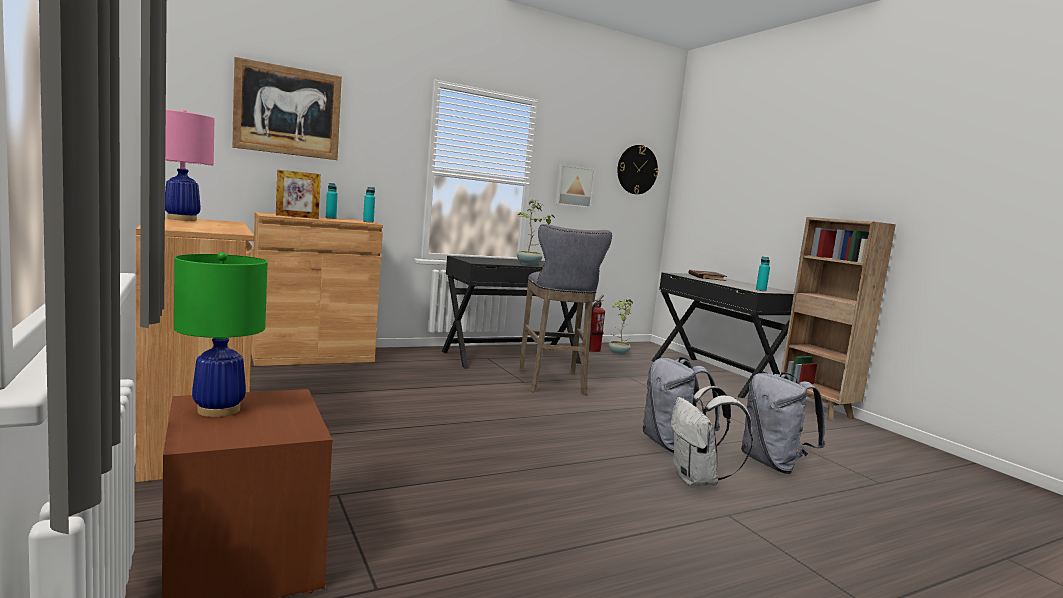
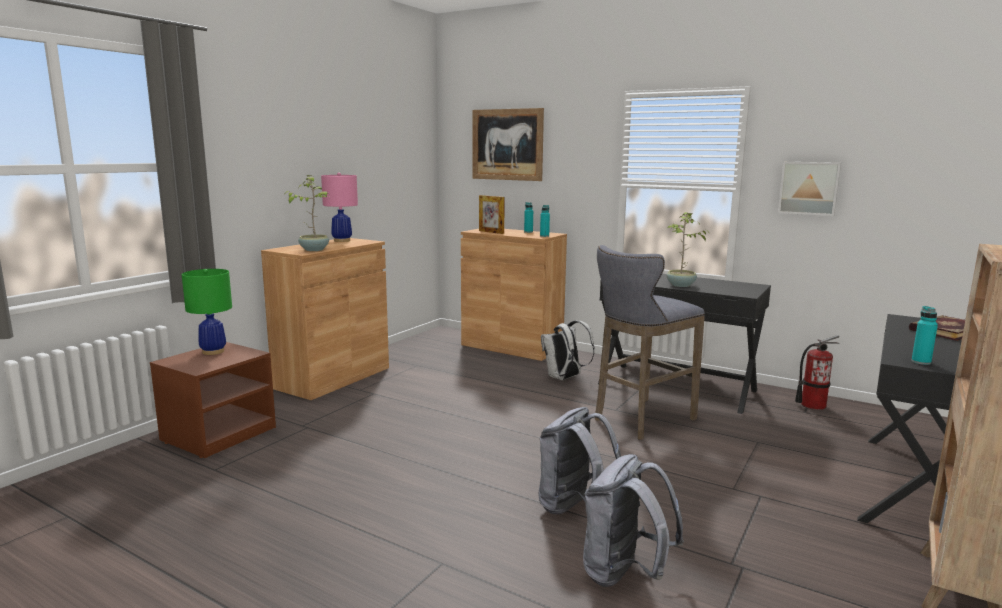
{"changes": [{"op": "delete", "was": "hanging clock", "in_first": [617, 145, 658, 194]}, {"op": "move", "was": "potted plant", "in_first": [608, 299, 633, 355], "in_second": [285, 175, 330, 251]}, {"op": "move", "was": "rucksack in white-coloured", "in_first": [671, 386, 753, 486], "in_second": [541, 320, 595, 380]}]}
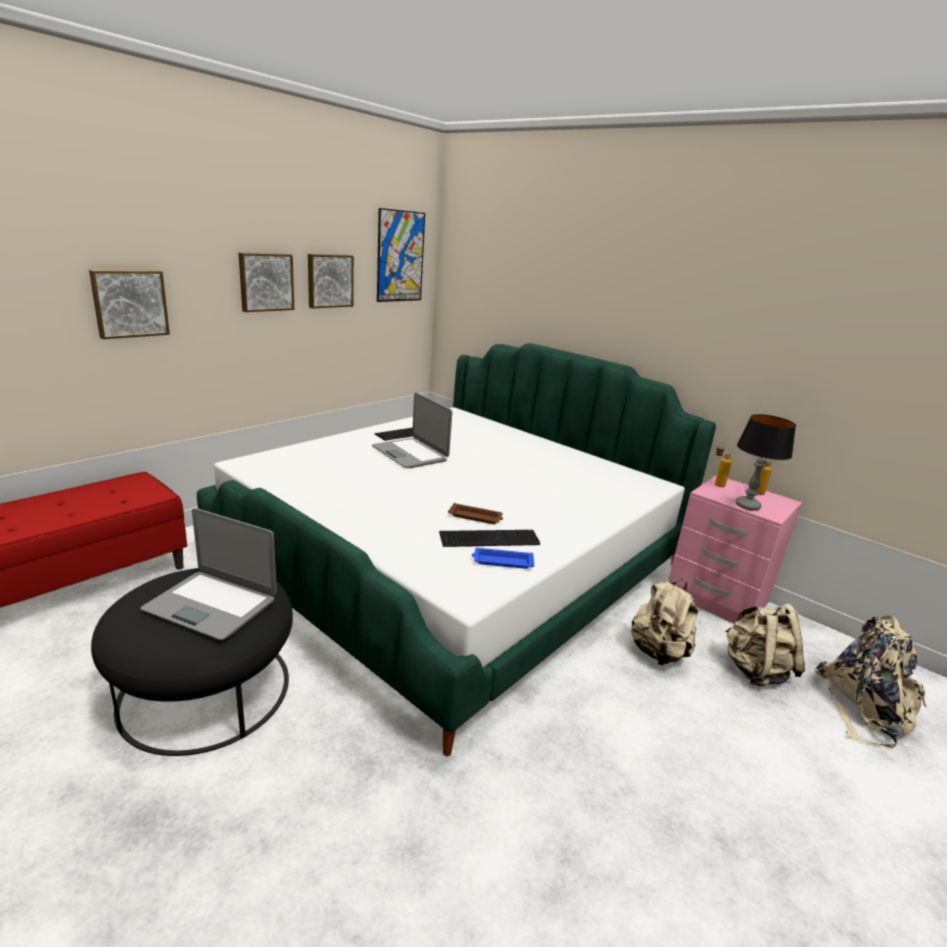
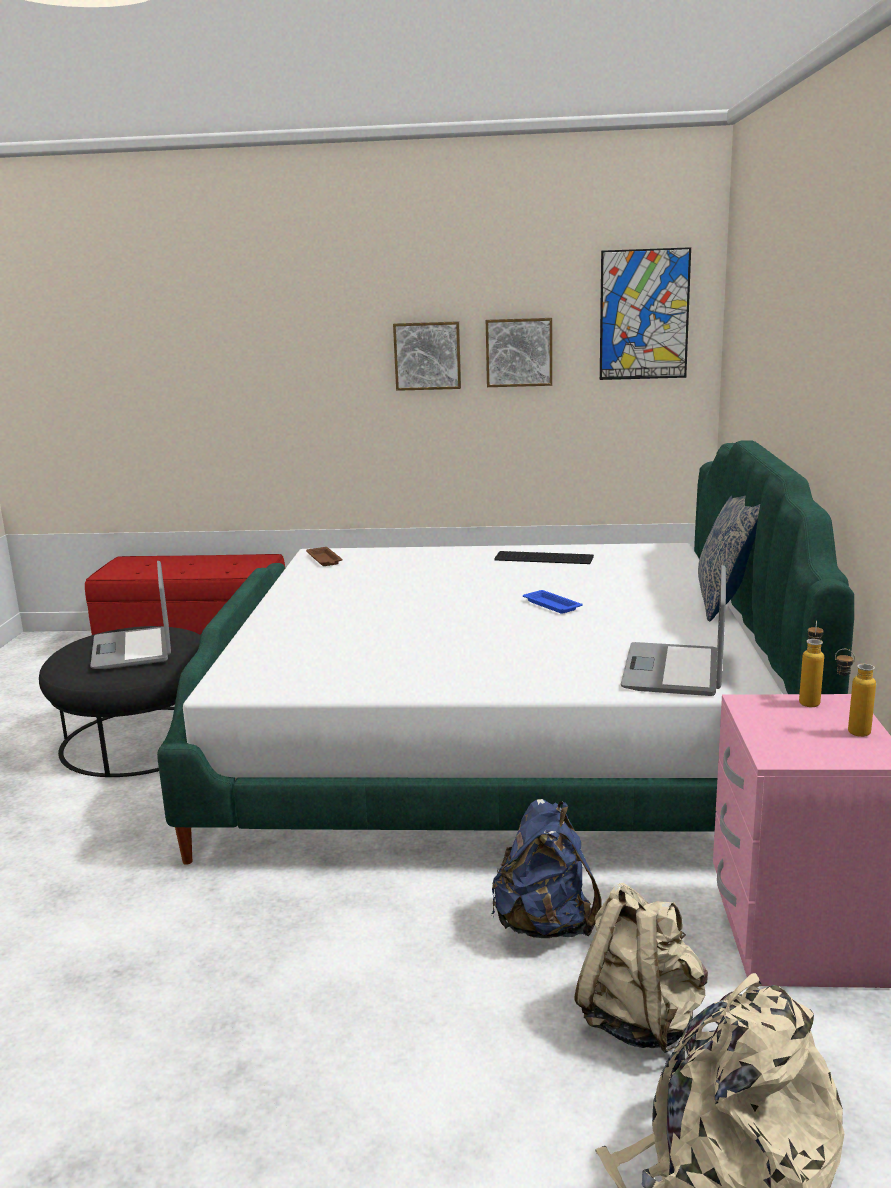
{"changes": [{"op": "delete", "was": "wall art", "in_first": [89, 270, 170, 339]}, {"op": "move", "was": "laptop", "in_first": [372, 393, 452, 468], "in_second": [621, 565, 726, 696]}, {"op": "delete", "was": "lamp for a table", "in_first": [735, 414, 796, 511]}, {"op": "move", "was": "serving tray in brownish", "in_first": [448, 503, 503, 524], "in_second": [306, 547, 342, 566]}, {"op": "delete", "was": "computer keyboard", "in_first": [439, 530, 540, 547]}, {"op": "move", "was": "serving tray in blue-coloured", "in_first": [472, 548, 534, 569], "in_second": [523, 590, 583, 614]}, {"op": "recolor", "was": "rucksack in sand-coloured", "now": "rucksack in blue-coloured", "in_first": [631, 578, 698, 665], "in_second": [492, 799, 602, 938]}, {"op": "insert", "now": "throw pillow", "in_second": [698, 495, 760, 622]}]}
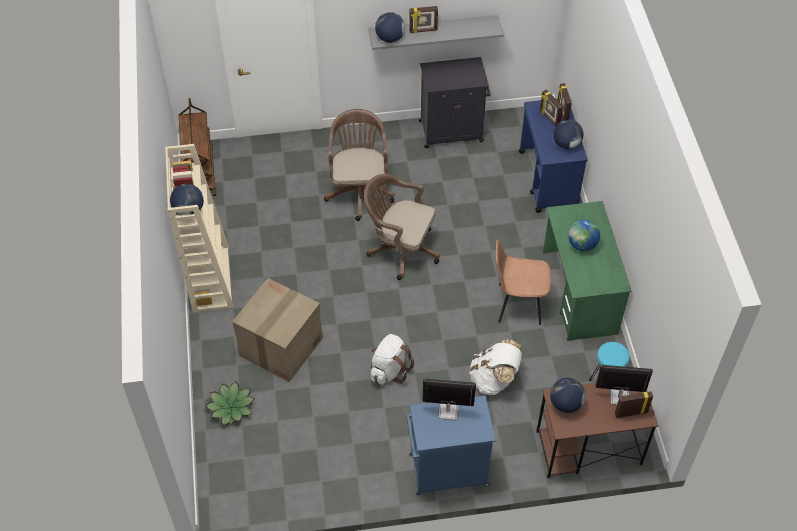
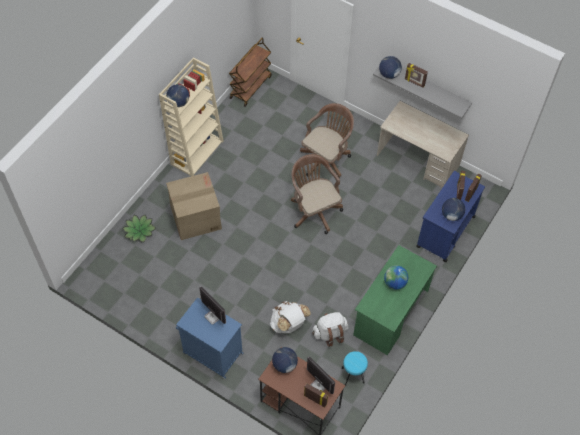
{"changes": [{"op": "replace", "was": "storage cabinet in black-coloured", "now": "desk in sand-coloured", "in_first": [419, 57, 490, 148], "in_second": [377, 101, 469, 188]}, {"op": "delete", "was": "chair in brownish", "in_first": [496, 240, 551, 325]}, {"op": "move", "was": "rucksack in white-coloured", "in_first": [371, 334, 414, 385], "in_second": [312, 312, 348, 347]}]}
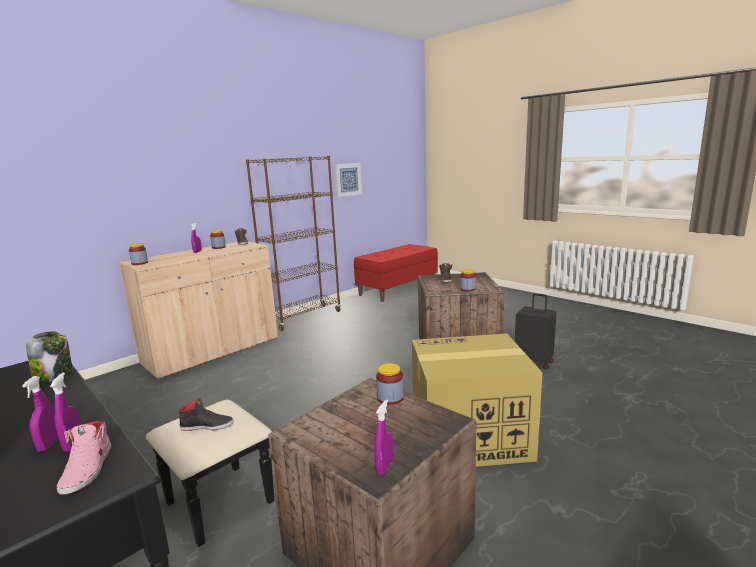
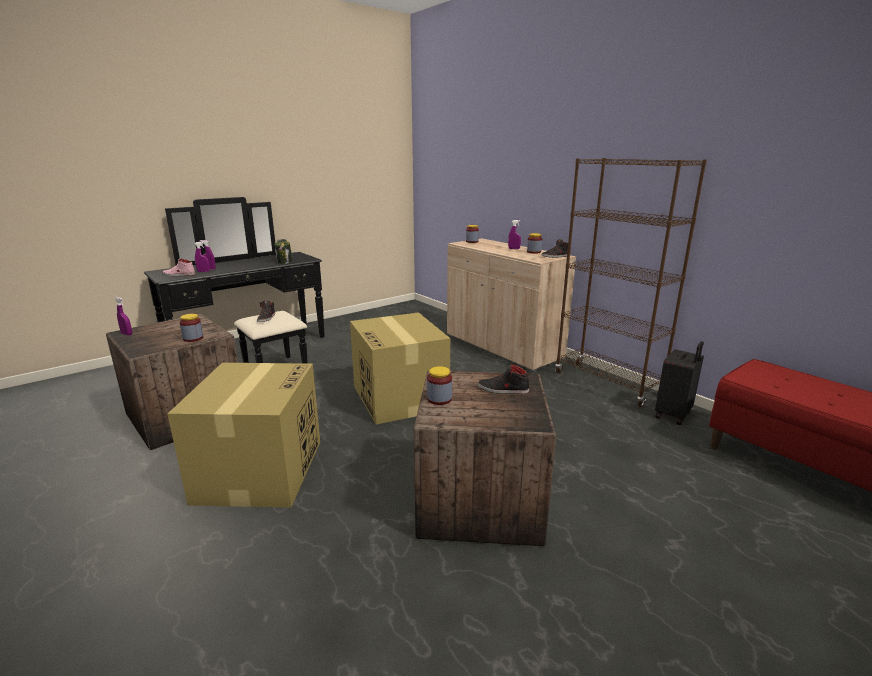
{"changes": [{"op": "delete", "was": "wall art", "in_first": [335, 163, 362, 197]}, {"op": "move", "was": "suitcase in black-coloured", "in_first": [515, 293, 557, 370], "in_second": [655, 341, 704, 425]}, {"op": "insert", "now": "cardboard box", "in_second": [350, 312, 450, 425]}]}
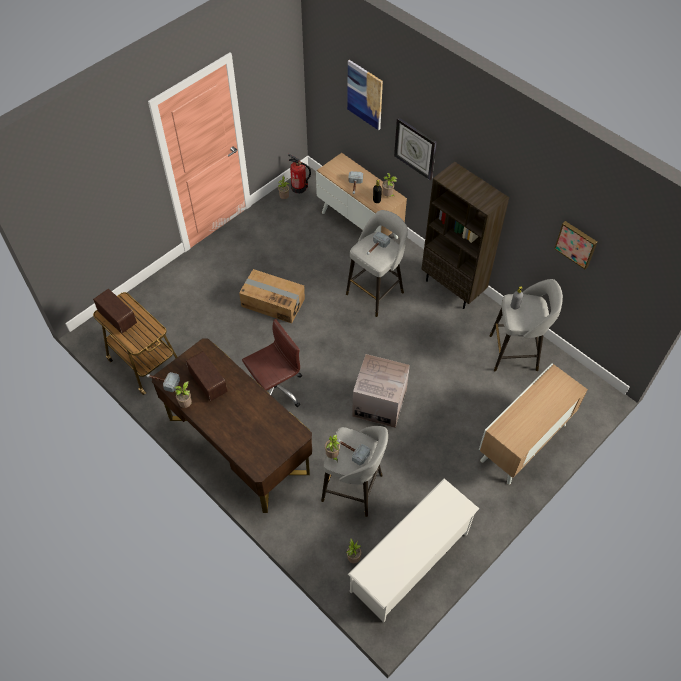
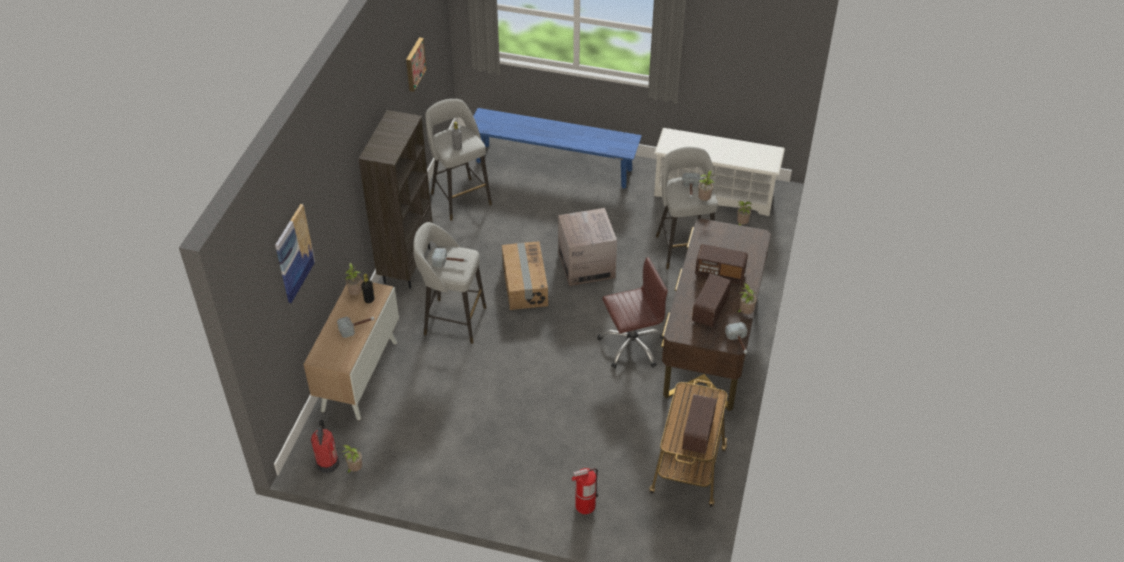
{"changes": [{"op": "delete", "was": "hanging clock", "in_first": [394, 118, 437, 180]}, {"op": "move", "was": "cardboard box", "in_first": [239, 269, 305, 323], "in_second": [502, 241, 548, 310]}, {"op": "rotate", "was": "office chair in brownish", "in_first": [242, 319, 302, 407], "in_second": [597, 257, 668, 368], "clockwise": 135}, {"op": "replace", "was": "storage cabinet", "now": "bench in blue-coloured", "in_first": [479, 364, 588, 485], "in_second": [473, 108, 642, 189]}, {"op": "insert", "now": "radio set", "in_second": [695, 244, 748, 284]}, {"op": "insert", "now": "fire-fighting cylinder", "in_second": [571, 468, 599, 514]}]}
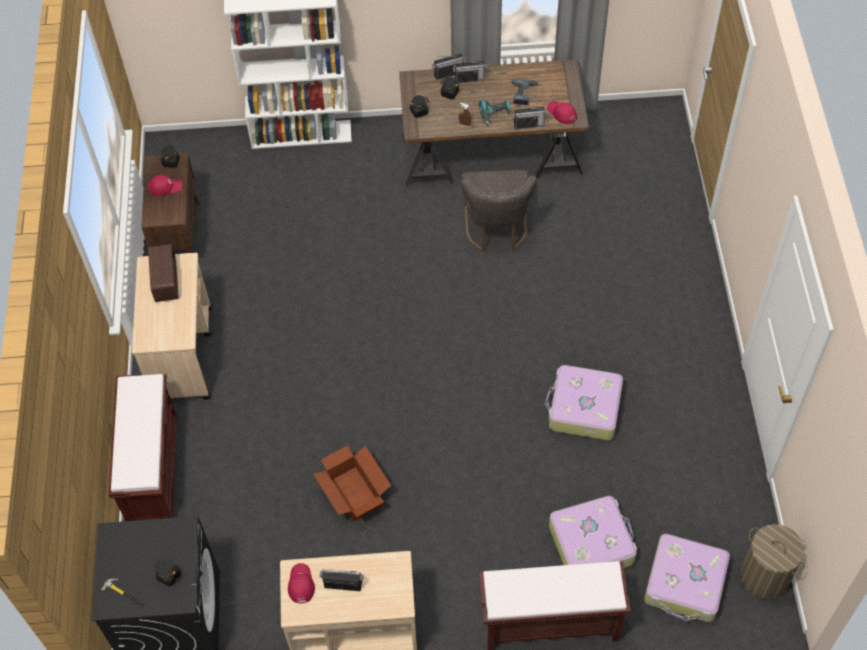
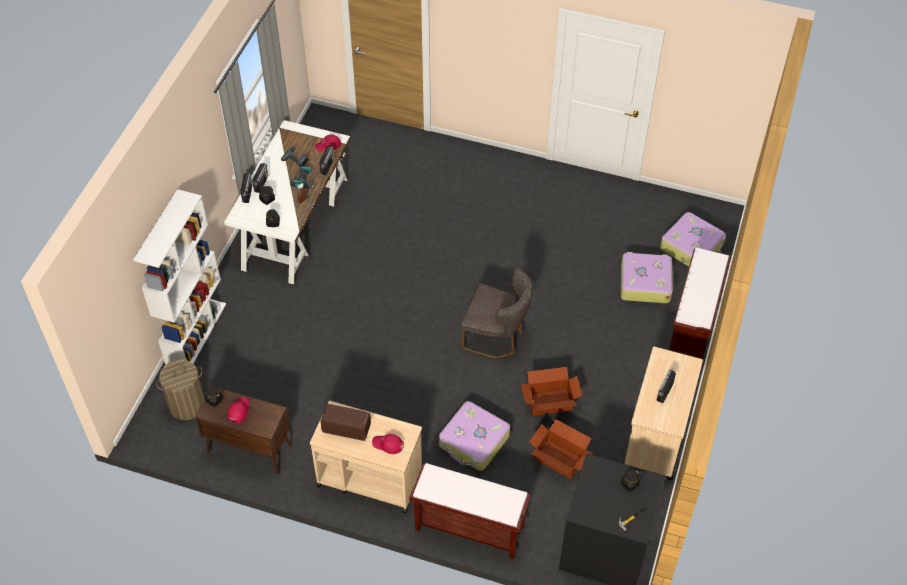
{"changes": [{"op": "recolor", "was": "desk in brownish", "now": "desk in white-coloured", "in_first": [399, 59, 589, 187], "in_second": [224, 120, 350, 284]}, {"op": "move", "was": "chair in greyish", "in_first": [460, 170, 537, 252], "in_second": [461, 268, 533, 358]}, {"op": "move", "was": "suitcase", "in_first": [545, 365, 623, 440], "in_second": [439, 401, 510, 471]}, {"op": "move", "was": "washing basket", "in_first": [740, 524, 805, 599], "in_second": [156, 359, 205, 420]}, {"op": "move", "was": "peaked cap in reddish", "in_first": [288, 563, 315, 603], "in_second": [372, 434, 404, 454]}, {"op": "insert", "now": "cardboard box", "in_second": [529, 419, 593, 479]}]}
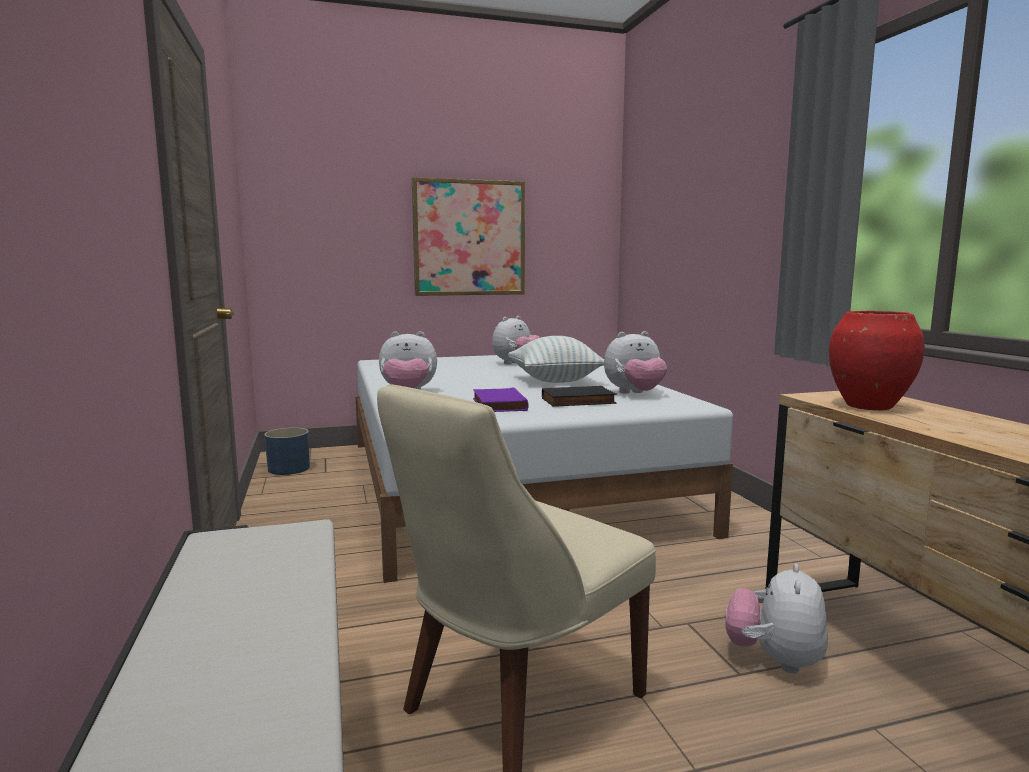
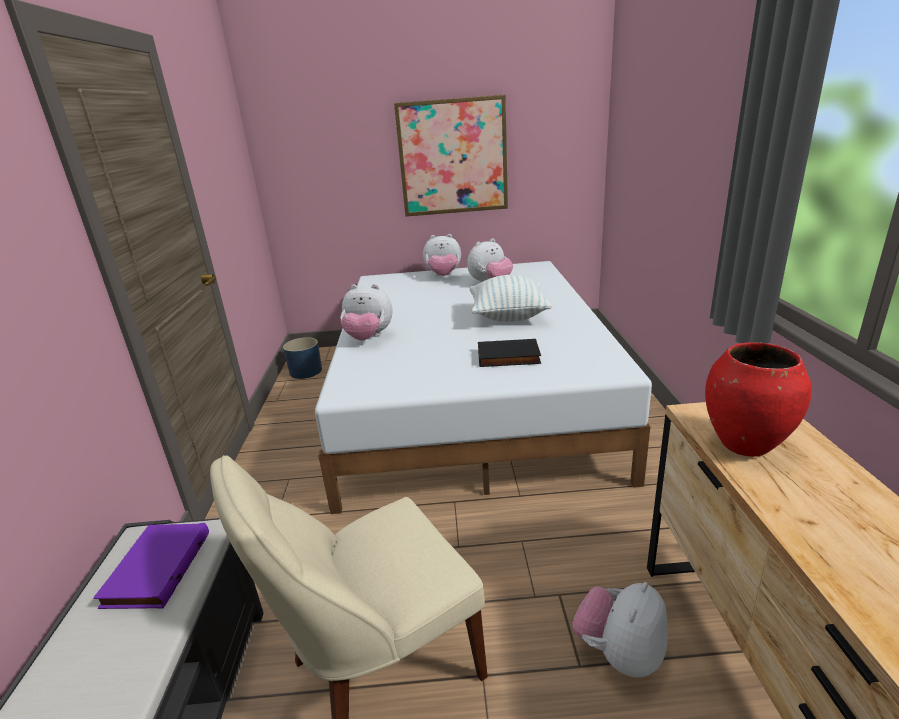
{"changes": [{"op": "move", "was": "cuddly toy", "in_first": [604, 331, 667, 394], "in_second": [423, 234, 461, 276]}, {"op": "move", "was": "volume in purplish", "in_first": [473, 387, 528, 412], "in_second": [93, 523, 209, 609]}]}
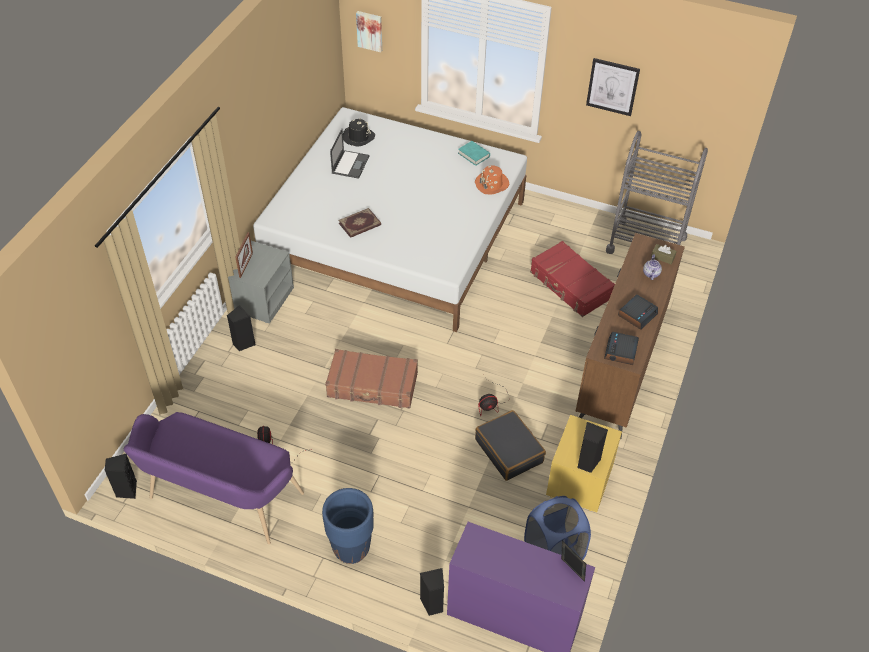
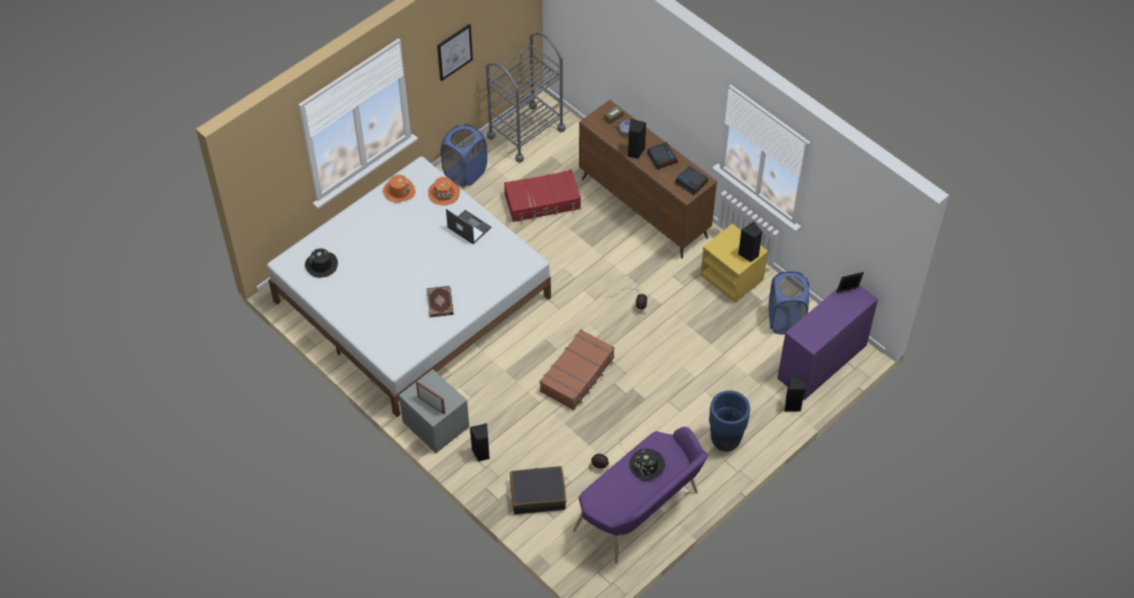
{"changes": [{"op": "delete", "was": "wall art", "in_first": [356, 11, 382, 52]}, {"op": "move", "was": "laptop", "in_first": [330, 129, 370, 179], "in_second": [446, 209, 491, 244]}, {"op": "replace", "was": "volume in blue-green", "now": "hat in orange", "in_first": [458, 141, 490, 166], "in_second": [383, 175, 416, 202]}, {"op": "move", "was": "suitcase in black-coloured", "in_first": [475, 410, 546, 481], "in_second": [510, 466, 566, 514]}, {"op": "move", "was": "audio speaker in black-coloured", "in_first": [105, 454, 137, 499], "in_second": [628, 119, 646, 159]}, {"op": "insert", "now": "washing basket in blue-coloured", "in_second": [441, 124, 487, 187]}, {"op": "insert", "now": "hat in black-coloured", "in_second": [629, 448, 665, 481]}]}
